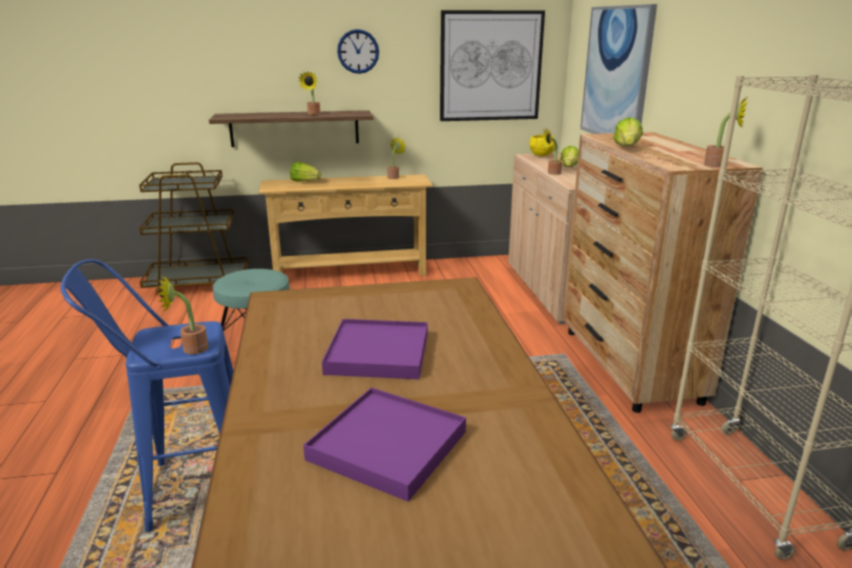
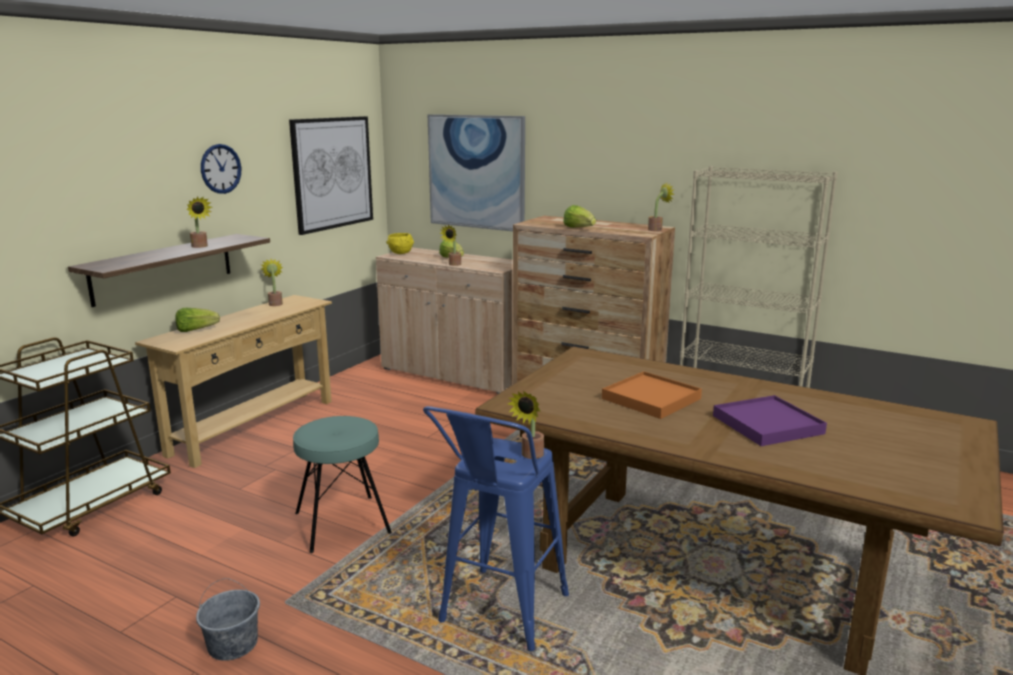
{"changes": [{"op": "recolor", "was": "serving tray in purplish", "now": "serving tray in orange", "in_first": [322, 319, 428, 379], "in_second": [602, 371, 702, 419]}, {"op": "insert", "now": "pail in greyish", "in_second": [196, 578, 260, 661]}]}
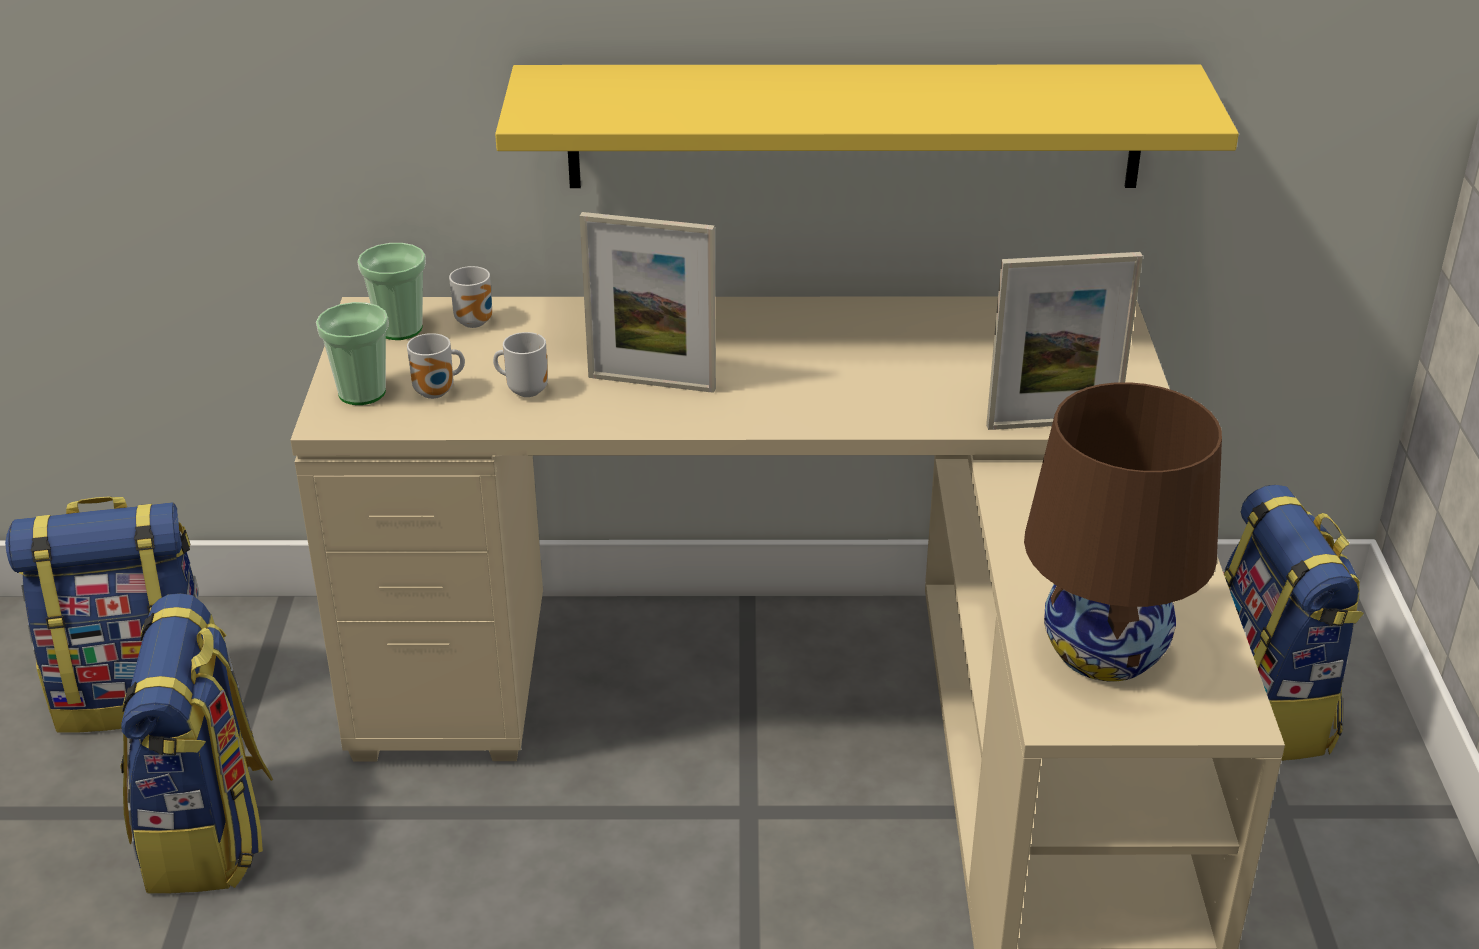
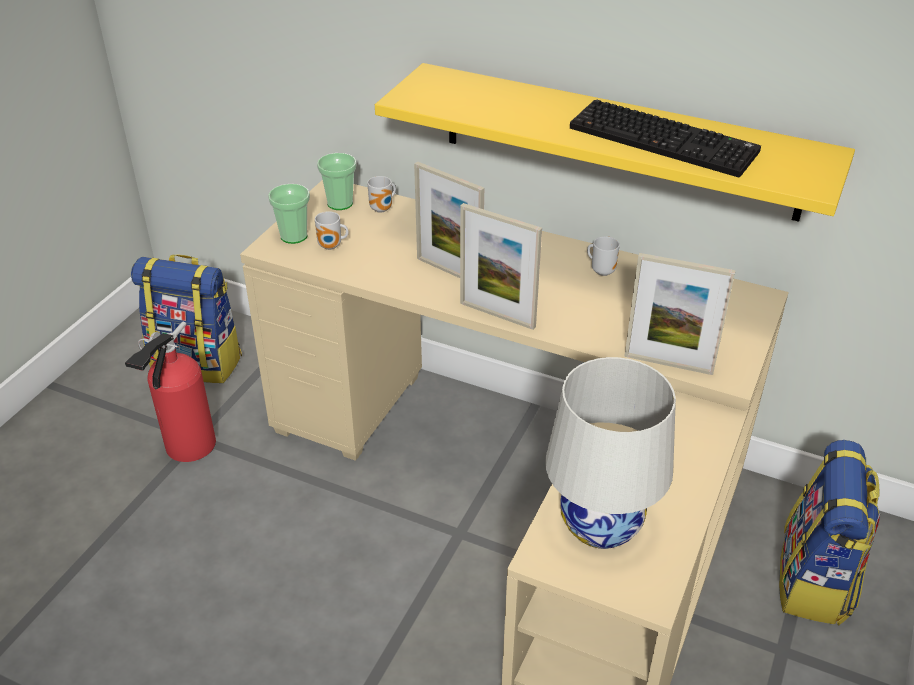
{"changes": [{"op": "move", "was": "tea mug", "in_first": [493, 332, 548, 397], "in_second": [587, 236, 620, 276]}, {"op": "recolor", "was": "lamp for a table in brownish", "now": "lamp for a table in white-coloured", "in_first": [1024, 382, 1222, 681], "in_second": [545, 357, 676, 549]}, {"op": "replace", "was": "rucksack", "now": "fire-fighting cylinder", "in_first": [120, 593, 273, 894], "in_second": [125, 322, 216, 462]}, {"op": "insert", "now": "computer keyboard", "in_second": [570, 99, 761, 178]}, {"op": "insert", "now": "photo frame", "in_second": [460, 203, 542, 330]}]}
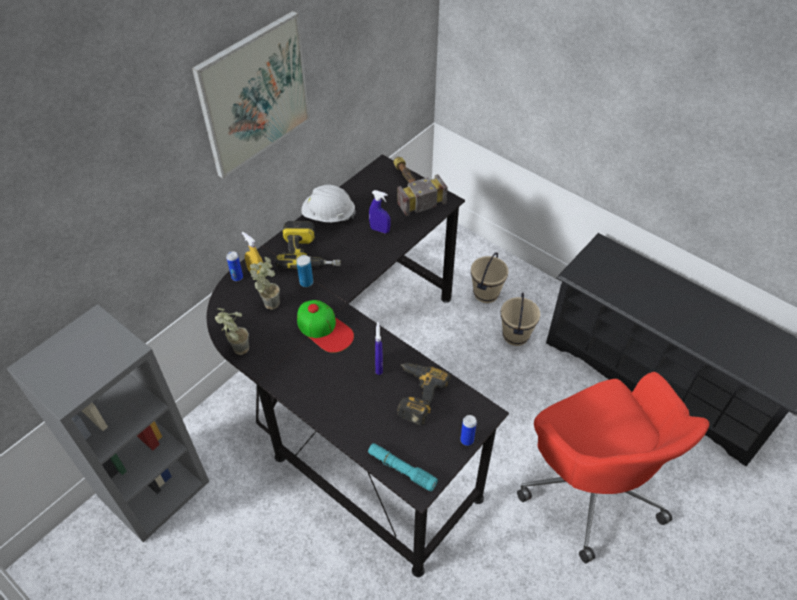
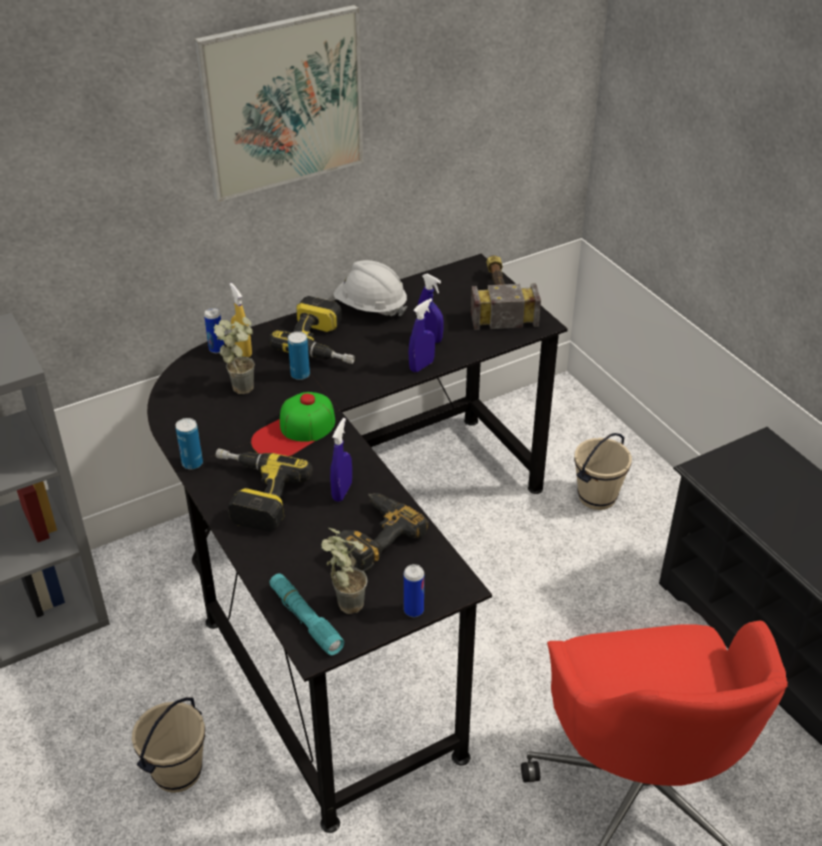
{"changes": [{"op": "move", "was": "pail in sand-coloured", "in_first": [501, 293, 540, 346], "in_second": [132, 697, 205, 793]}, {"op": "rotate", "was": "peaked cap", "in_first": [297, 300, 354, 353], "in_second": [251, 392, 335, 456], "clockwise": 75}, {"op": "move", "was": "potted plant", "in_first": [215, 308, 249, 355], "in_second": [321, 528, 368, 614]}, {"op": "insert", "now": "sprayer in blue-coloured", "in_second": [409, 298, 435, 372]}, {"op": "insert", "now": "can", "in_second": [176, 418, 203, 469]}, {"op": "insert", "now": "electric drill", "in_second": [216, 448, 313, 532]}]}
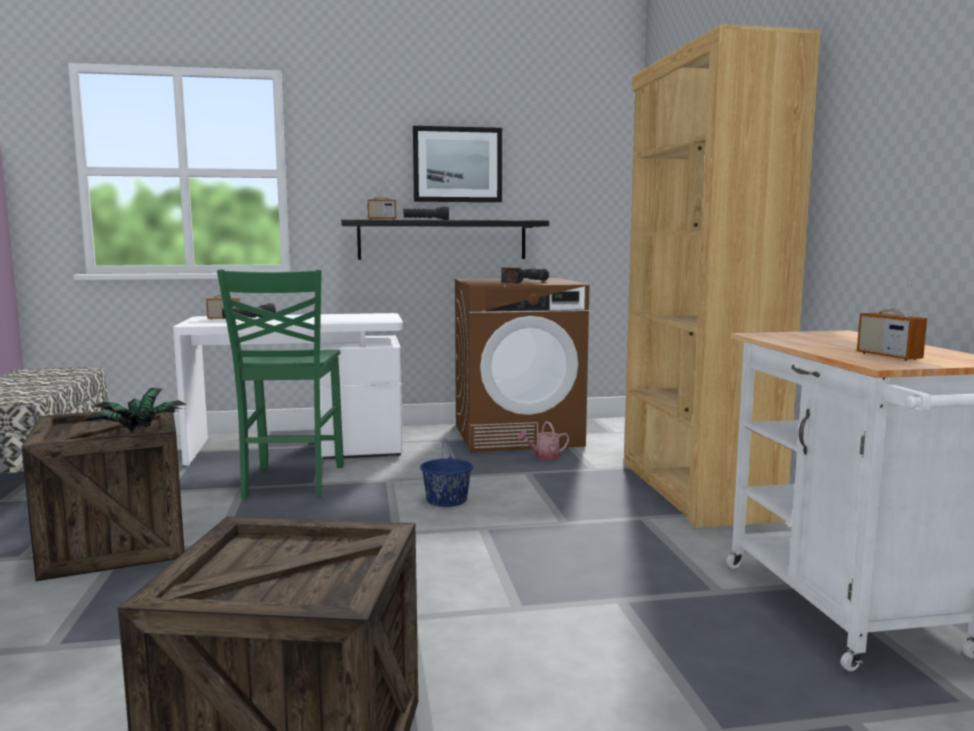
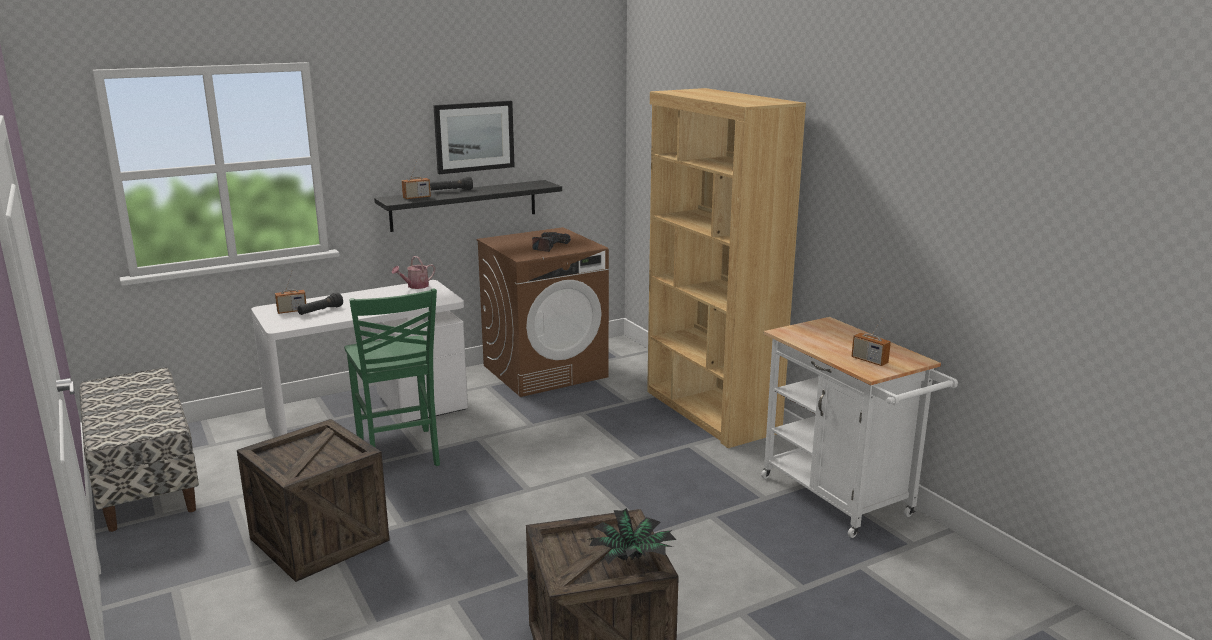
{"changes": [{"op": "move", "was": "potted plant", "in_first": [84, 388, 187, 431], "in_second": [587, 508, 677, 565]}, {"op": "move", "was": "watering pot", "in_first": [518, 421, 570, 460], "in_second": [392, 256, 435, 289]}, {"op": "delete", "was": "pail in blue-coloured", "in_first": [420, 438, 473, 507]}]}
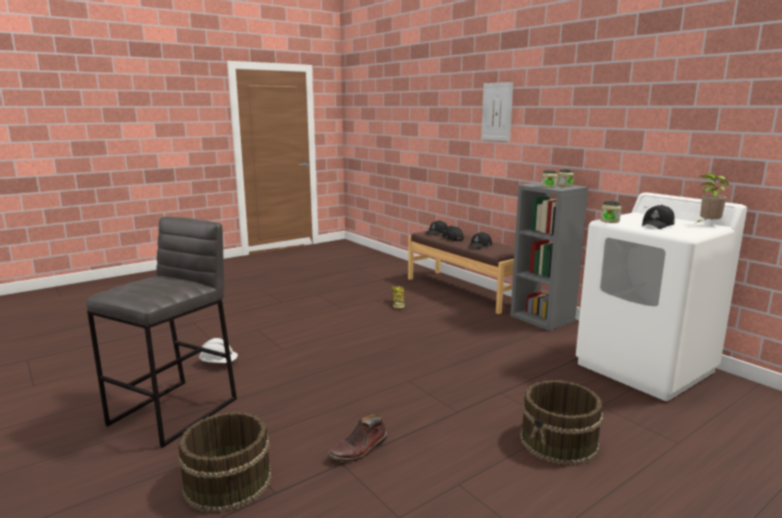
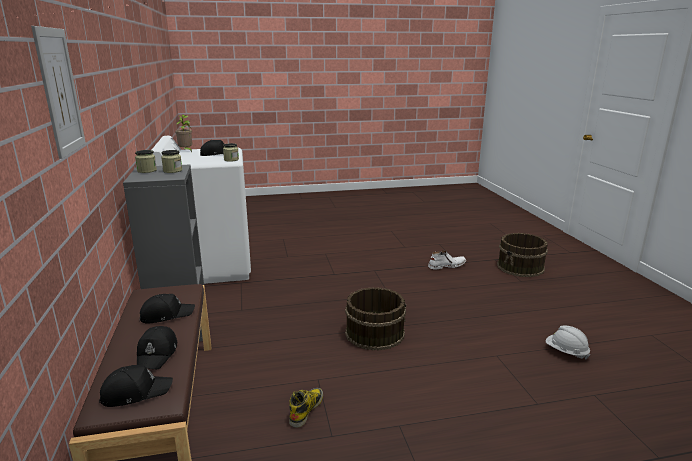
{"changes": [{"op": "delete", "was": "sitting stool in greyish", "in_first": [87, 216, 237, 448]}, {"op": "move", "was": "pail in brownish", "in_first": [520, 380, 603, 465], "in_second": [345, 287, 406, 351]}, {"op": "recolor", "was": "tall boot in brownish", "now": "tall boot in white-coloured", "in_first": [328, 414, 387, 462], "in_second": [428, 250, 466, 270]}]}
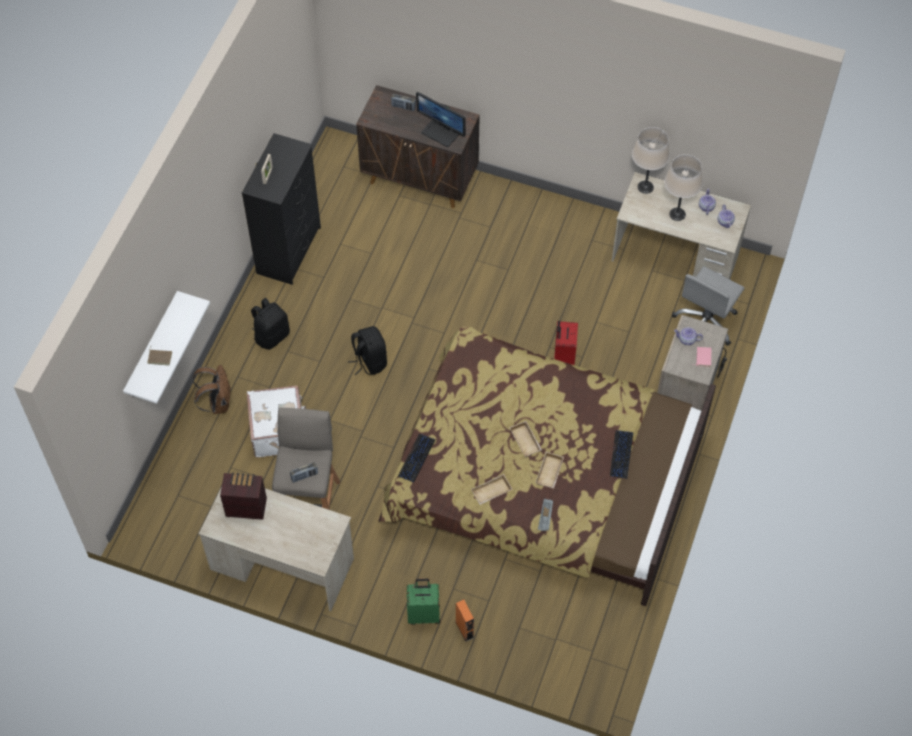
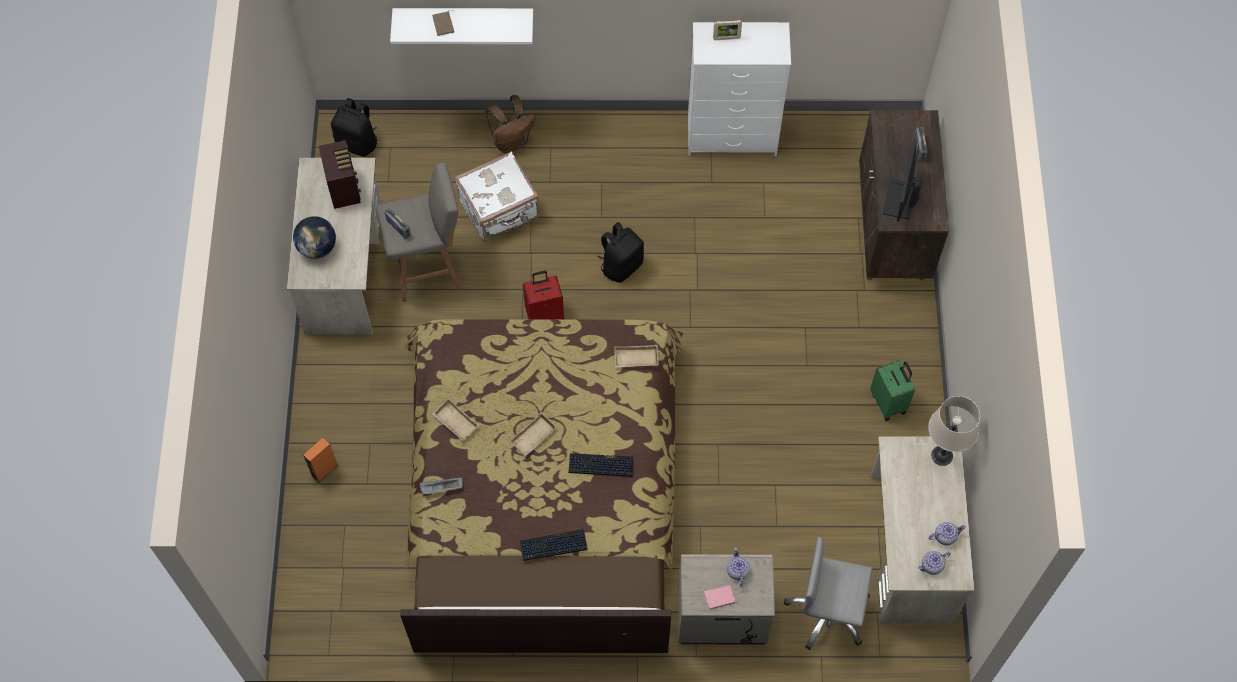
{"changes": [{"op": "recolor", "was": "drawer chest in black-coloured", "now": "drawer chest in white-coloured", "in_first": [242, 133, 321, 285], "in_second": [688, 22, 791, 156]}, {"op": "delete", "was": "lamp for a table in sand-coloured", "in_first": [665, 154, 702, 221]}, {"op": "move", "was": "rucksack in black-coloured", "in_first": [251, 298, 290, 350], "in_second": [331, 98, 377, 157]}, {"op": "move", "was": "suitcase in reddish", "in_first": [554, 321, 578, 365], "in_second": [523, 270, 565, 320]}, {"op": "move", "was": "computer keyboard", "in_first": [398, 434, 435, 483], "in_second": [569, 453, 634, 477]}, {"op": "move", "was": "serving tray in sand-coloured", "in_first": [535, 452, 564, 489], "in_second": [614, 345, 658, 367]}, {"op": "move", "was": "suitcase in greenish", "in_first": [407, 579, 440, 625], "in_second": [870, 360, 915, 421]}, {"op": "insert", "now": "desk globe", "in_second": [293, 216, 336, 259]}]}
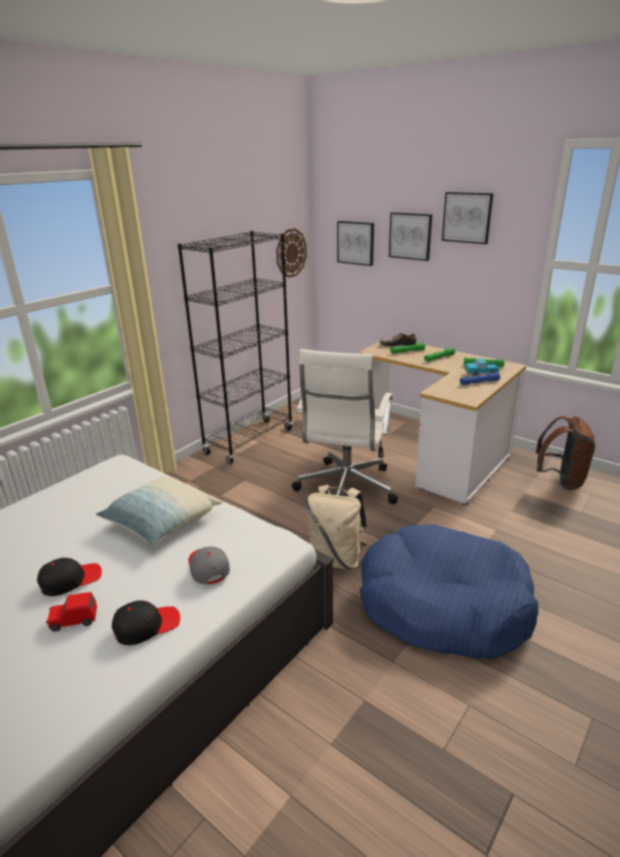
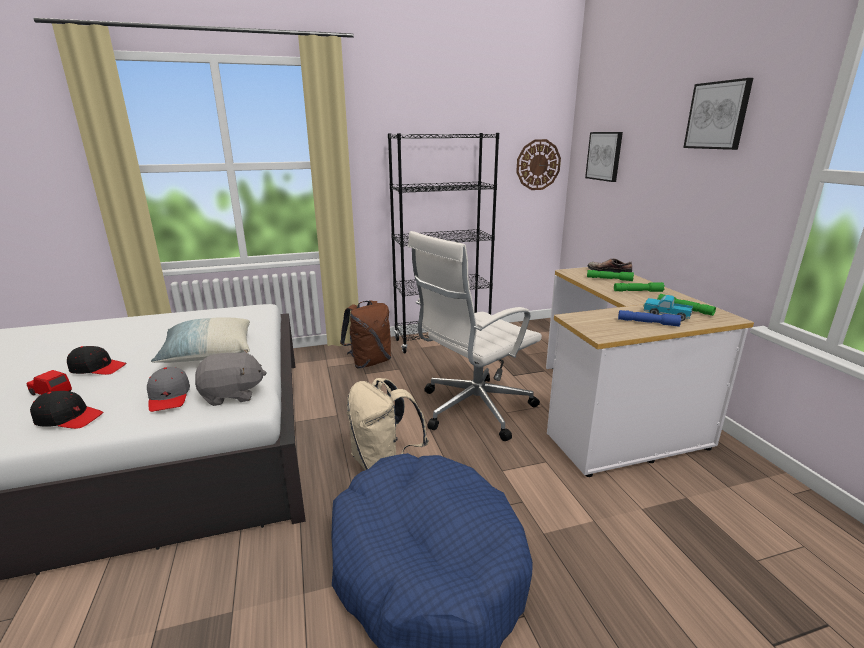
{"changes": [{"op": "delete", "was": "wall art", "in_first": [389, 212, 432, 261]}, {"op": "move", "was": "rucksack in brownish", "in_first": [536, 416, 596, 490], "in_second": [340, 300, 391, 368]}, {"op": "rotate", "was": "peaked cap in greyish", "in_first": [188, 546, 230, 585], "in_second": [147, 367, 190, 412], "clockwise": 150}, {"op": "insert", "now": "cuddly toy in greyish", "in_second": [195, 349, 267, 406]}]}
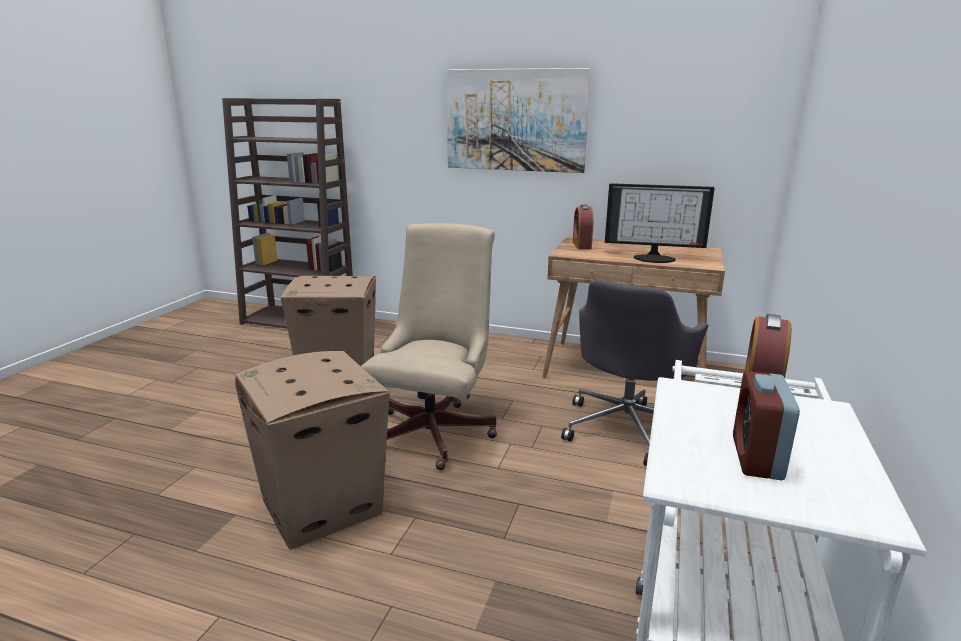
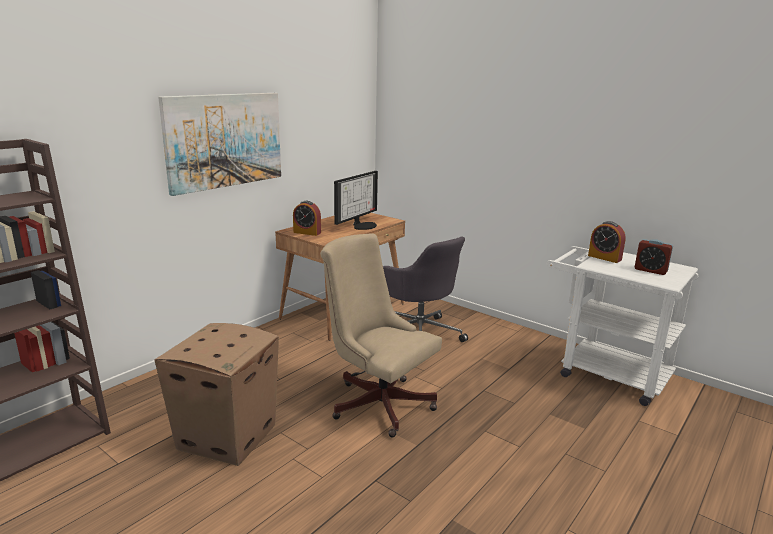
{"changes": [{"op": "delete", "was": "cardboard box", "in_first": [235, 351, 390, 550]}]}
